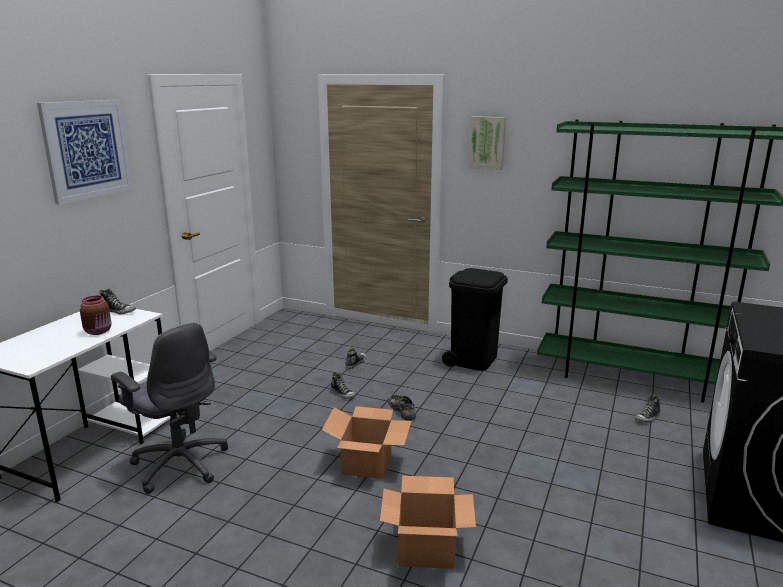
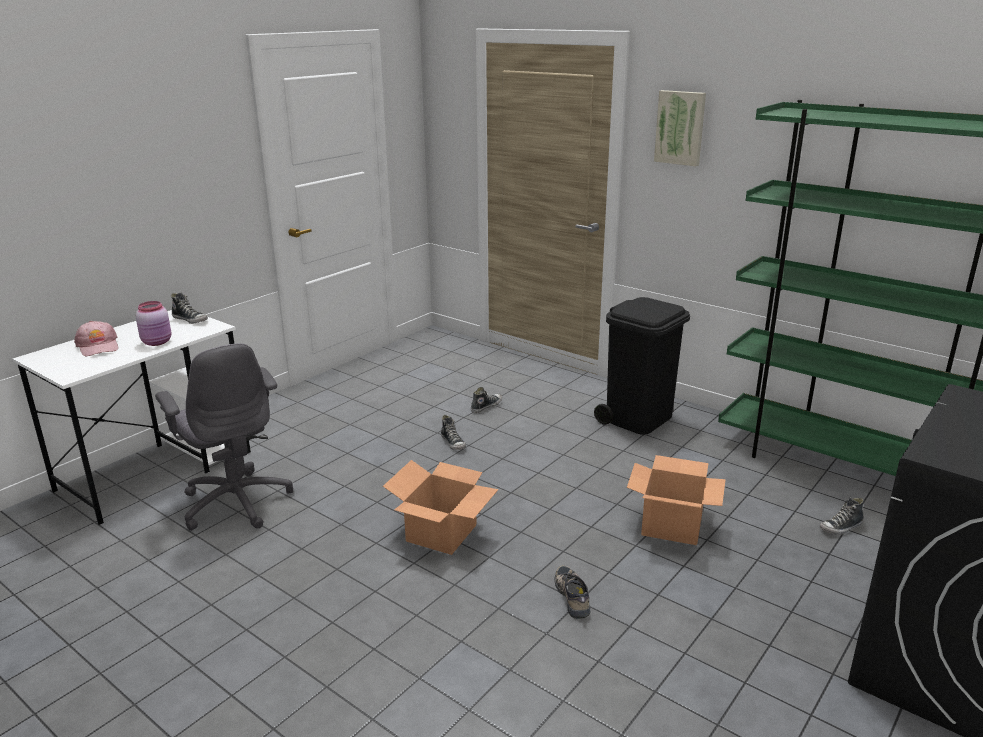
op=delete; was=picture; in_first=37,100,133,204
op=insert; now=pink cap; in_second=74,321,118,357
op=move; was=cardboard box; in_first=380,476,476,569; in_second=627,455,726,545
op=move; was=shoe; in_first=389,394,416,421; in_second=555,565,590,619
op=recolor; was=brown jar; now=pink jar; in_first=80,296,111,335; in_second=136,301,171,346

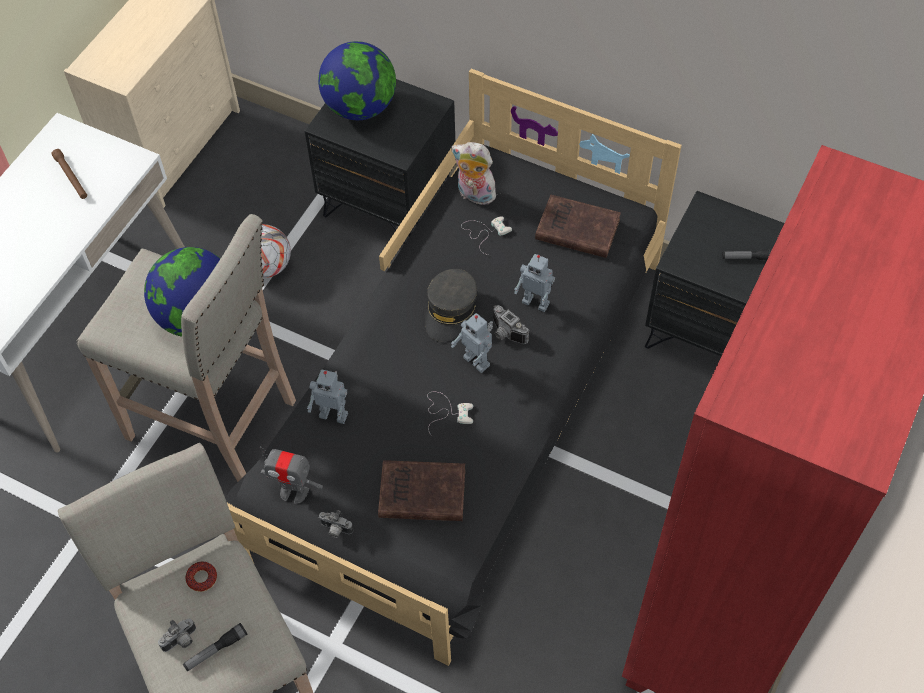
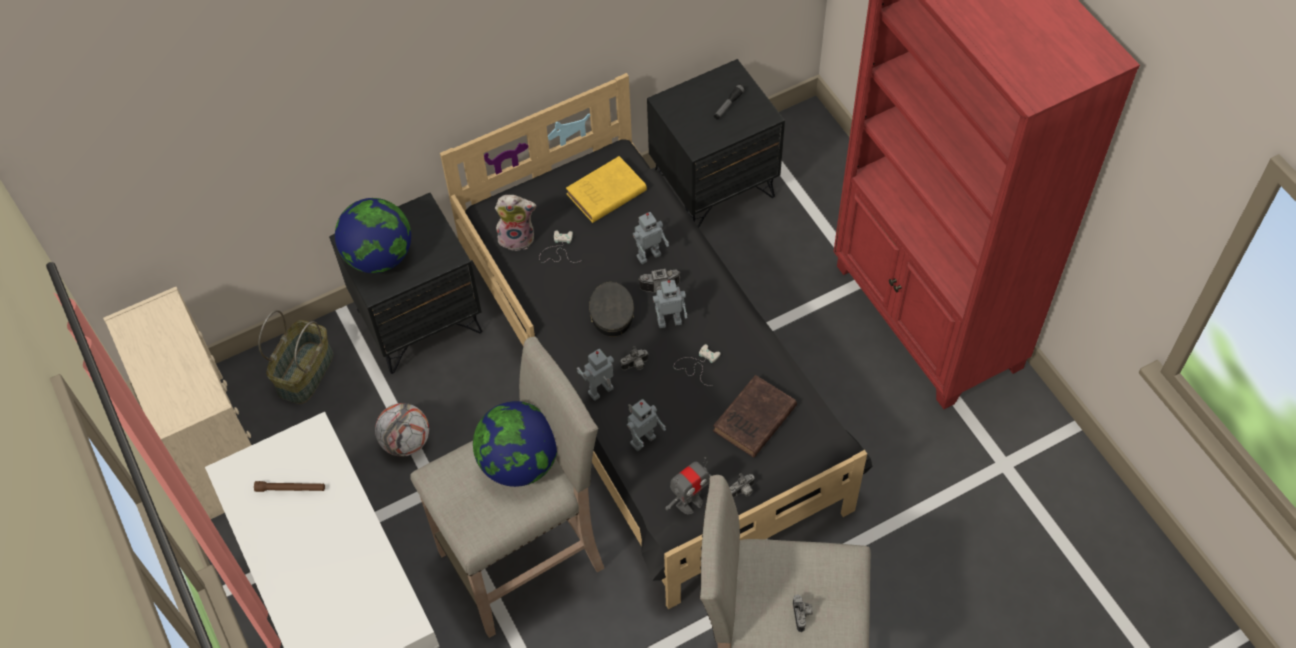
op=delete; was=flashlight; in_first=183,623,248,671
op=delete; was=donut; in_first=186,562,217,592
op=insert; now=basket; in_second=258,310,333,404
op=insert; now=toy robot; in_second=577,349,614,401
op=insert; now=photo camera; in_second=620,346,648,370
op=recolor; was=brown book; now=yellow book; in_first=535,195,621,258; in_second=566,156,647,223
op=rotate; was=grey cap; in_first=425,269,477,342; in_second=589,282,634,337; clockwise=-150
op=rotate; was=plush toy; in_first=451,142,496,207; in_second=495,195,537,251; clockwise=-150

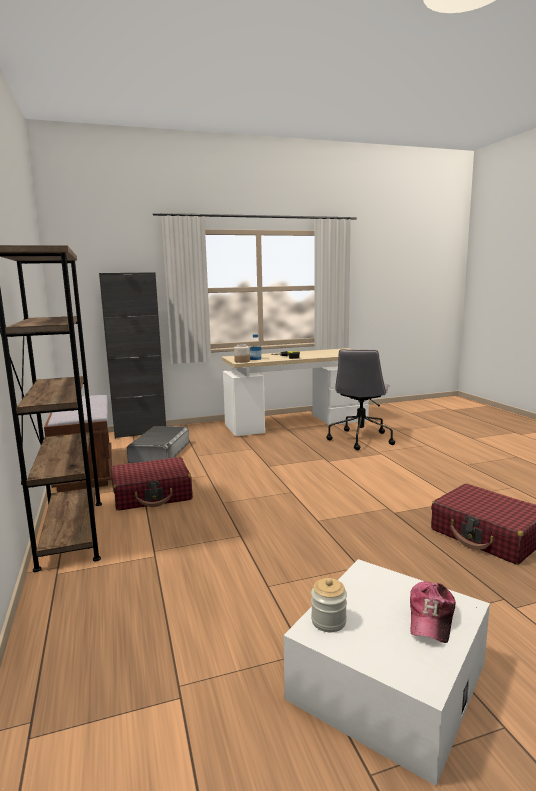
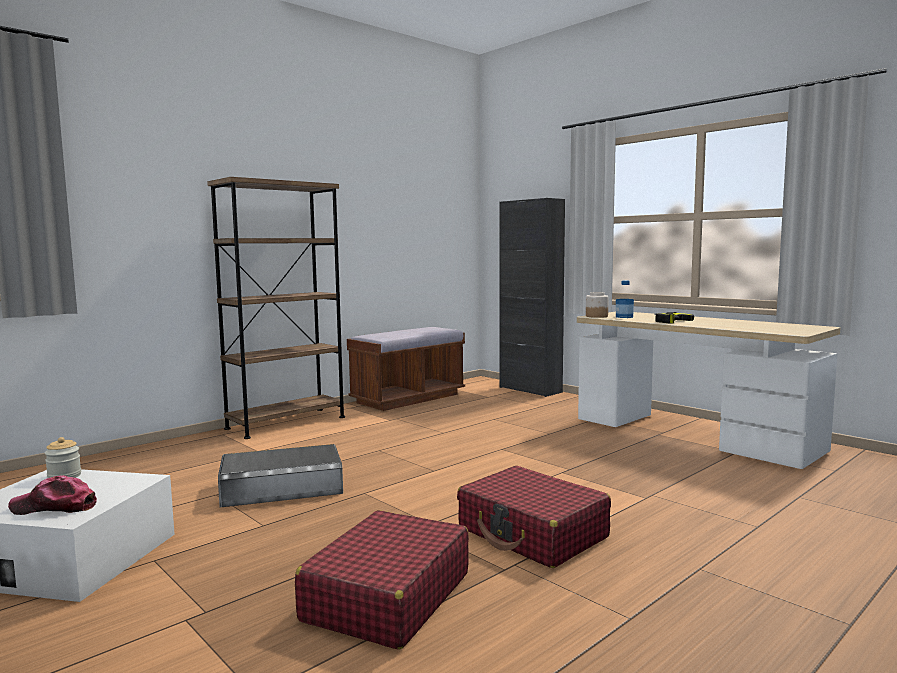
op=delete; was=grey office chair; in_first=326,349,395,450
op=move; was=red suitcase; in_first=111,457,193,511; in_second=457,466,611,568
op=move; was=grey storage box; in_first=126,426,189,463; in_second=218,444,343,508

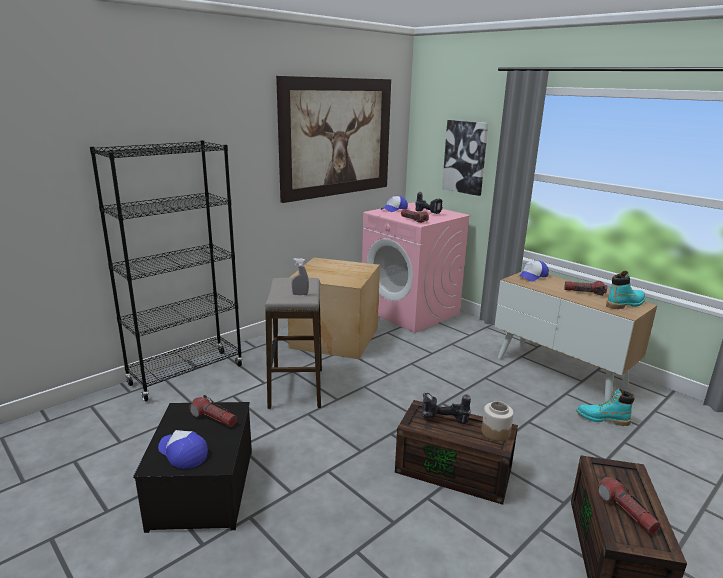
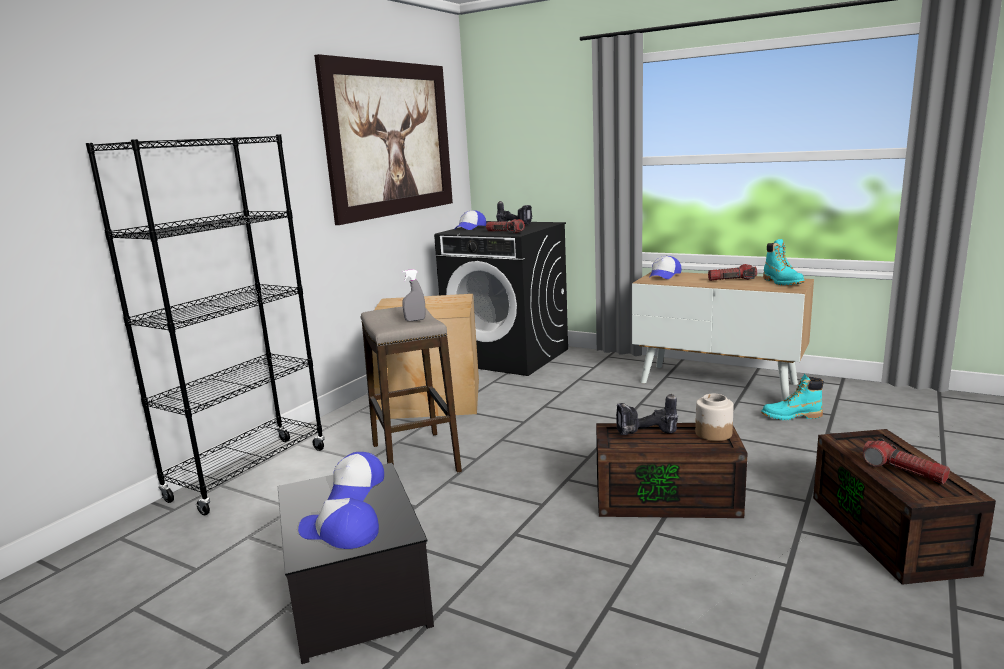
op=delete; was=picture; in_first=442,120,488,196
op=replace; was=flashlight; now=cap; in_first=189,395,237,427; in_second=328,452,384,501
op=recolor; was=pink washing machine; now=black washing machine; in_first=362,202,471,333; in_second=434,221,568,376
op=rotate; was=turquoise boot; in_first=606,271,645,309; in_second=763,239,805,285; clockwise=120

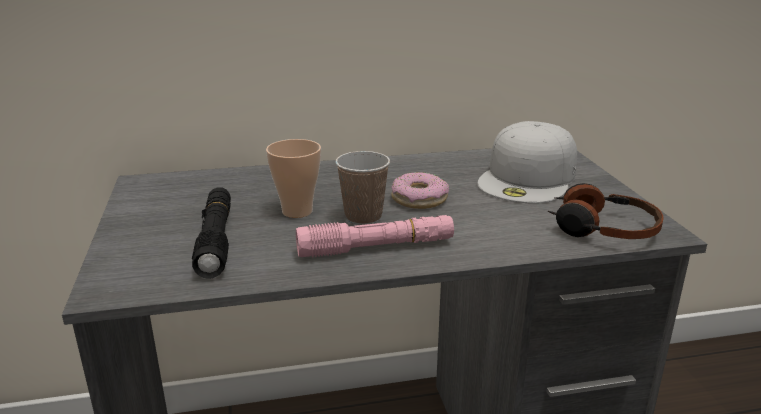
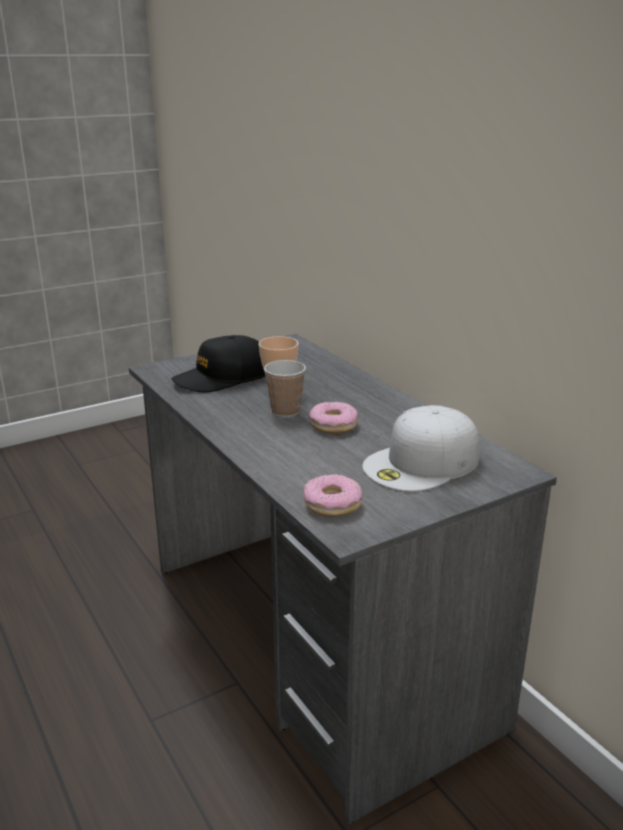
op=delete; was=pink flashlight; in_first=296,215,454,257
op=replace; was=black flashlight; now=black cap; in_first=192,187,231,279; in_second=171,335,266,392
op=replace; was=headphones; now=donut; in_first=548,183,664,239; in_second=304,474,362,517
op=rotate; was=white cap; in_first=478,121,577,204; in_second=362,405,480,492; clockwise=-45

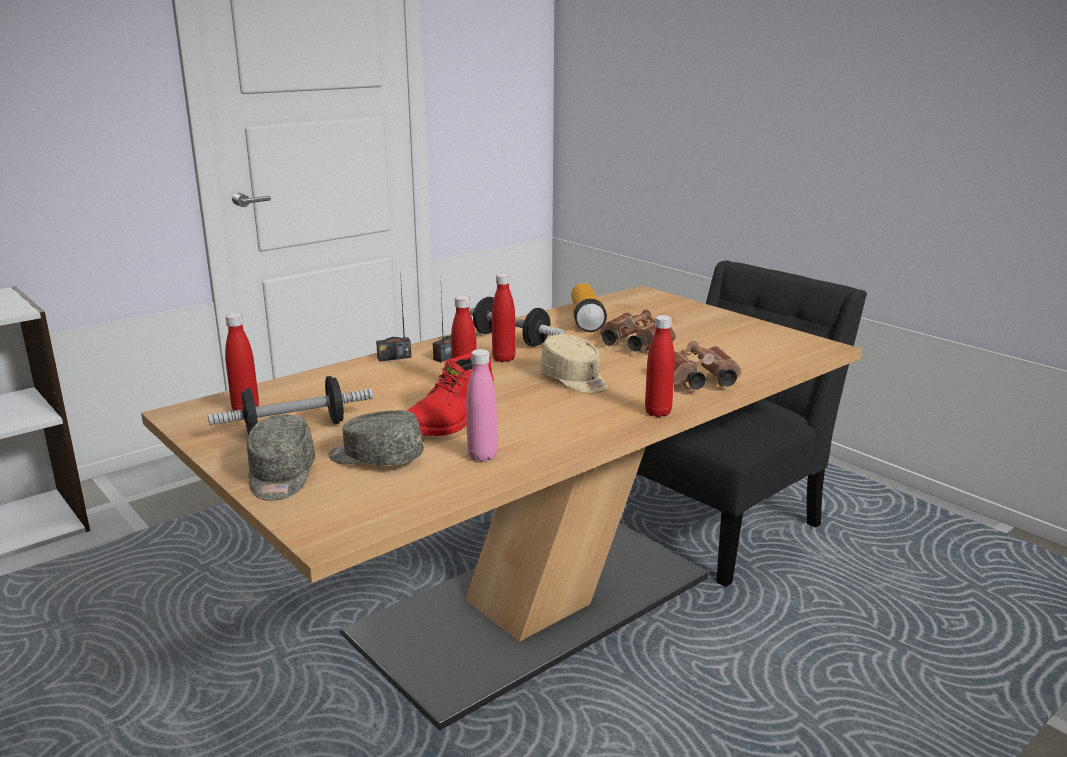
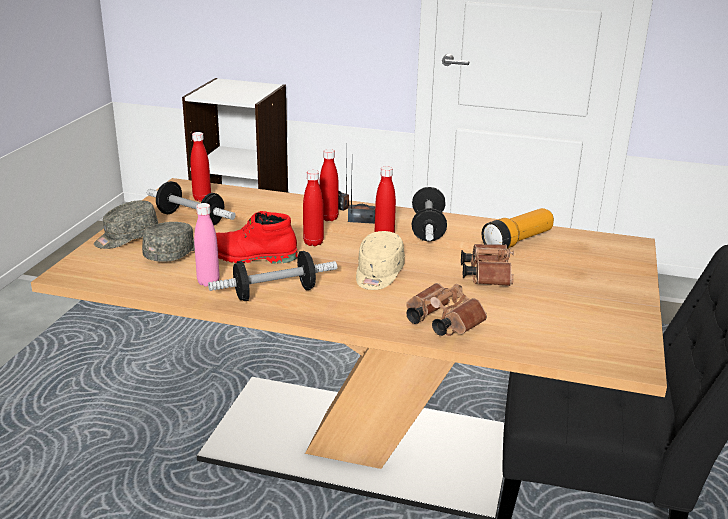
op=insert; now=dumbbell; in_second=208,251,337,301
op=move; was=red bottle; in_first=645,315,675,417; in_second=319,149,339,221
op=rotate; was=grey cap; in_first=329,410,424,466; in_second=142,222,195,262; clockwise=45

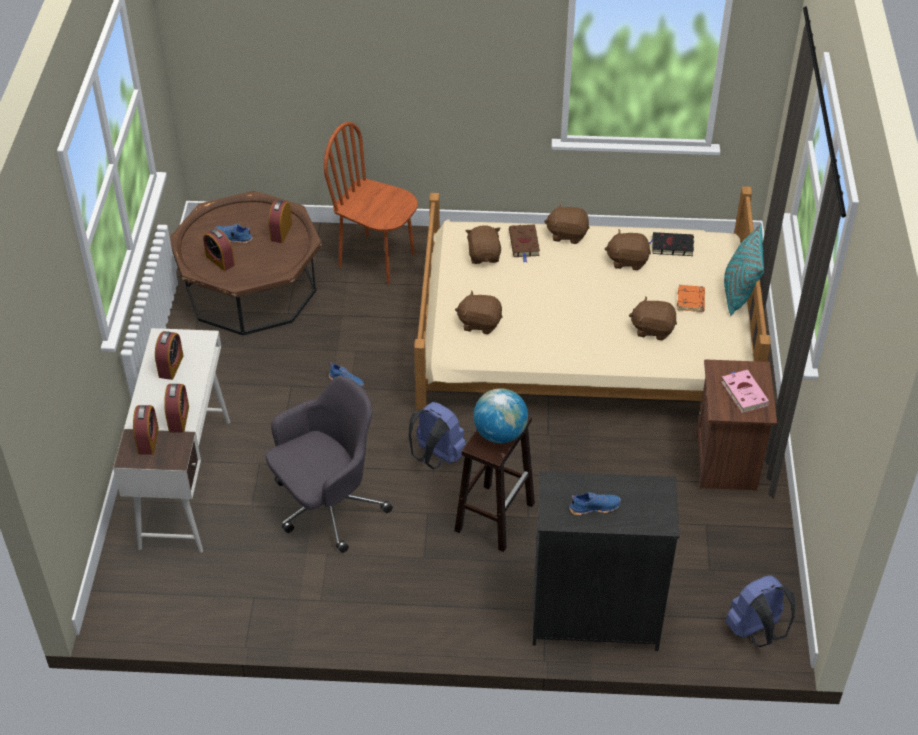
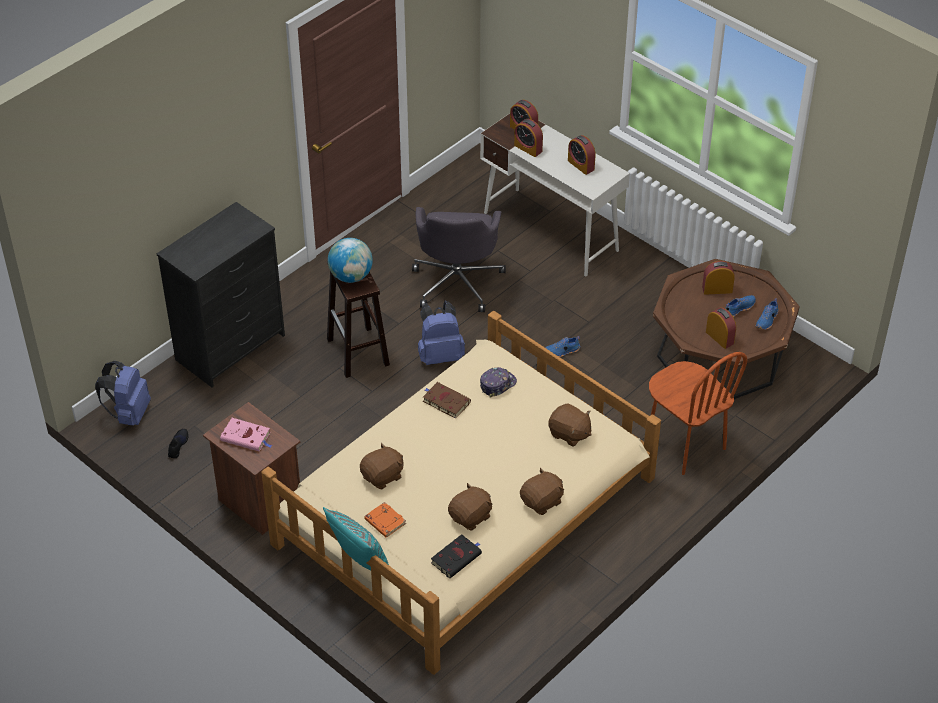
op=insert; now=black shoe; in_second=168,429,189,458
op=move; was=brown book; in_first=509,224,540,262; in_second=423,382,471,419
op=move; was=blue shoe; in_first=569,492,621,515; in_second=756,298,778,330
op=replace; was=brown plush toy; now=cap; in_first=455,290,503,334; in_second=480,367,517,398
op=rotate; was=brown chair; in_first=324,122,418,284; in_second=649,352,747,475; clockwise=75

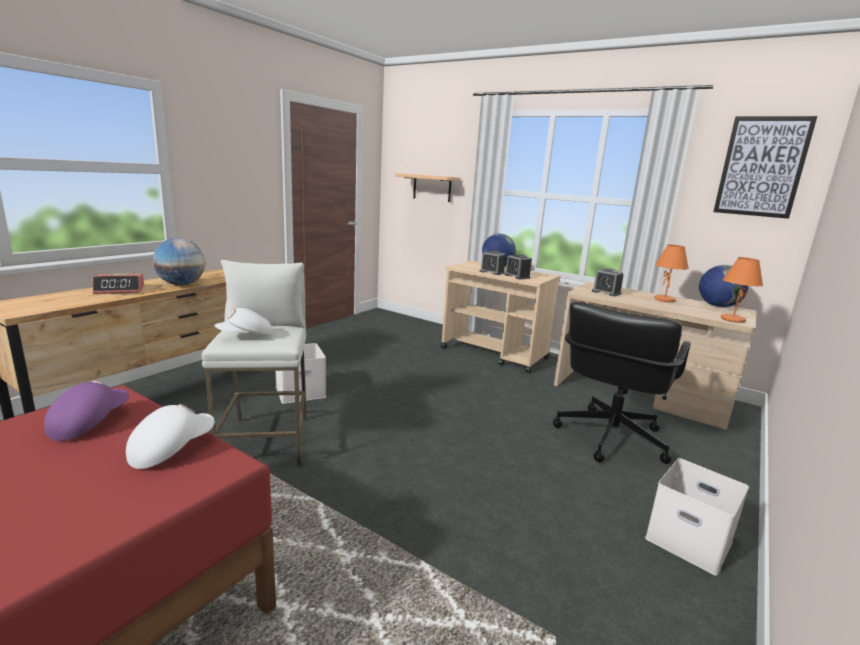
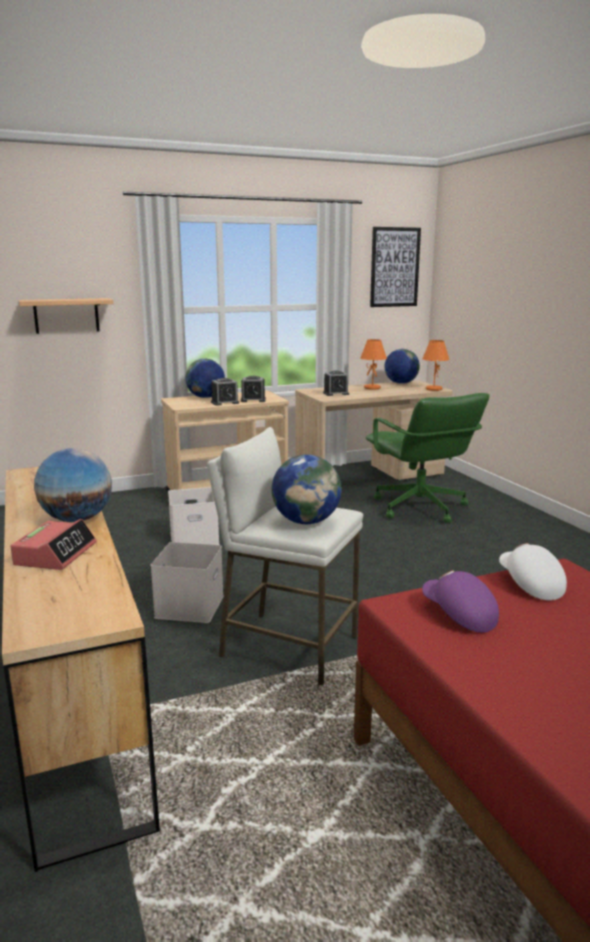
op=move; was=white storage box; in_first=645,458,749,575; in_second=168,487,220,545
op=replace; was=white cap; now=globe; in_first=214,308,272,336; in_second=272,454,341,524
op=recolor; was=black office chair; now=green office chair; in_first=553,302,691,464; in_second=366,393,490,523

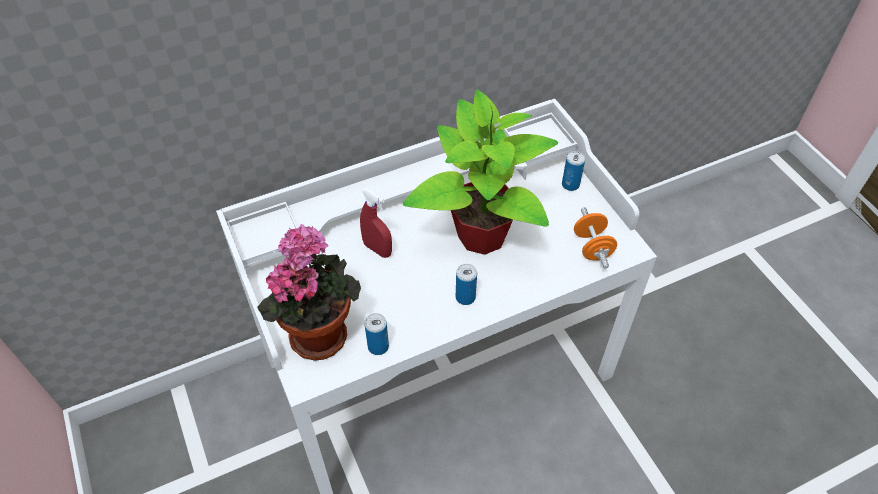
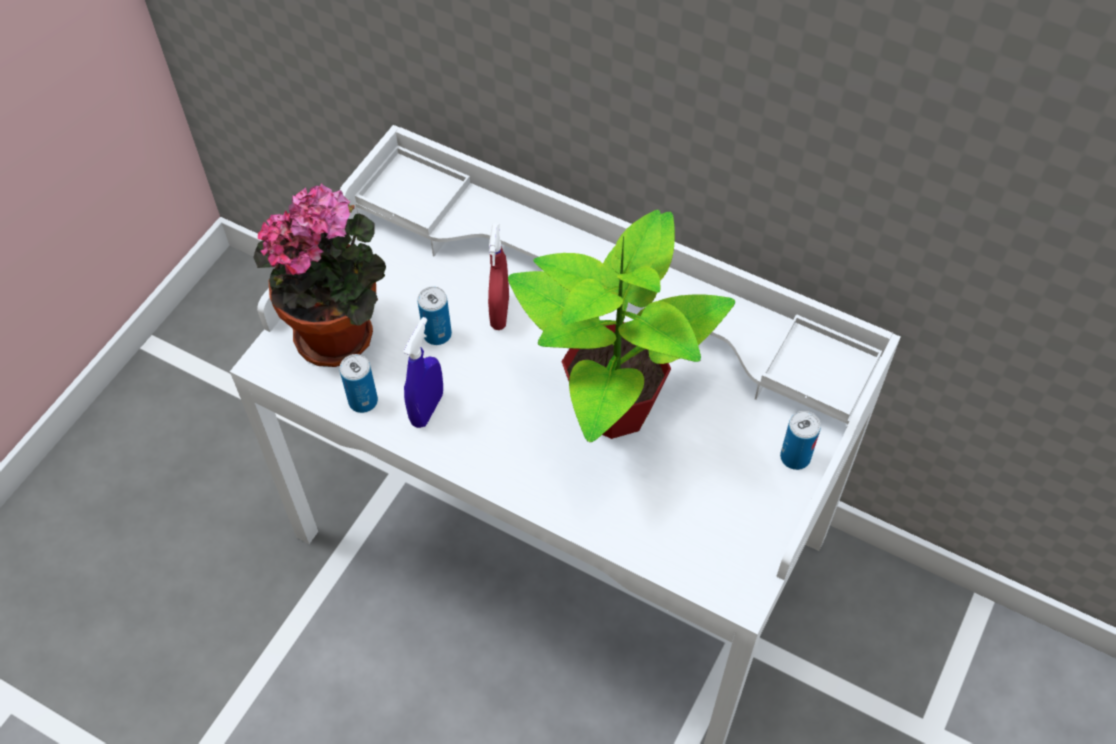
op=delete; was=orange dumbbell; in_first=574,207,617,269
op=insert; now=blue spray bottle; in_second=403,317,443,428
op=move; was=can; in_first=456,264,477,305; in_second=417,287,452,345

